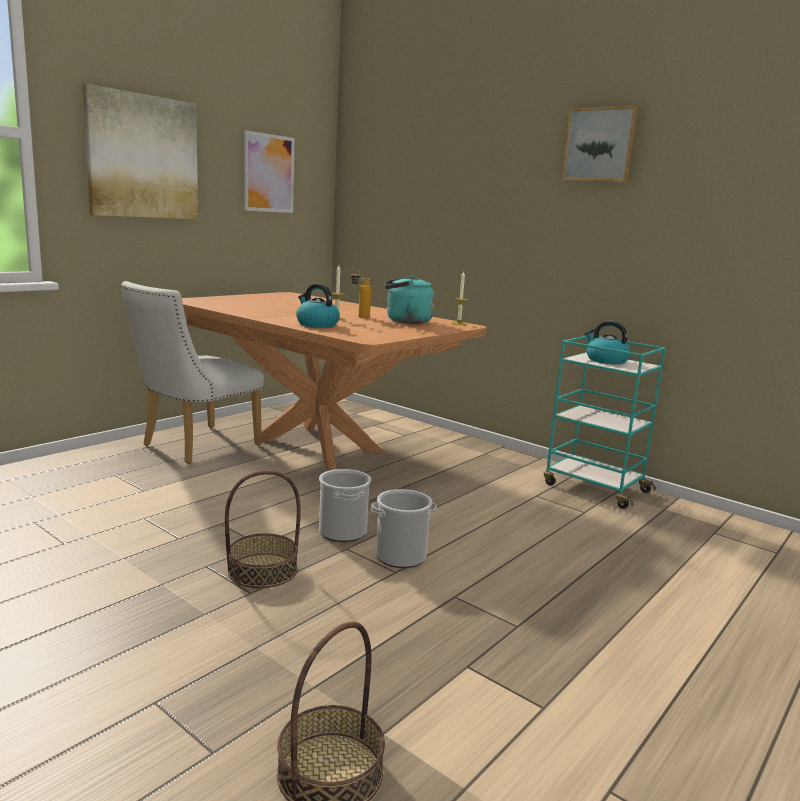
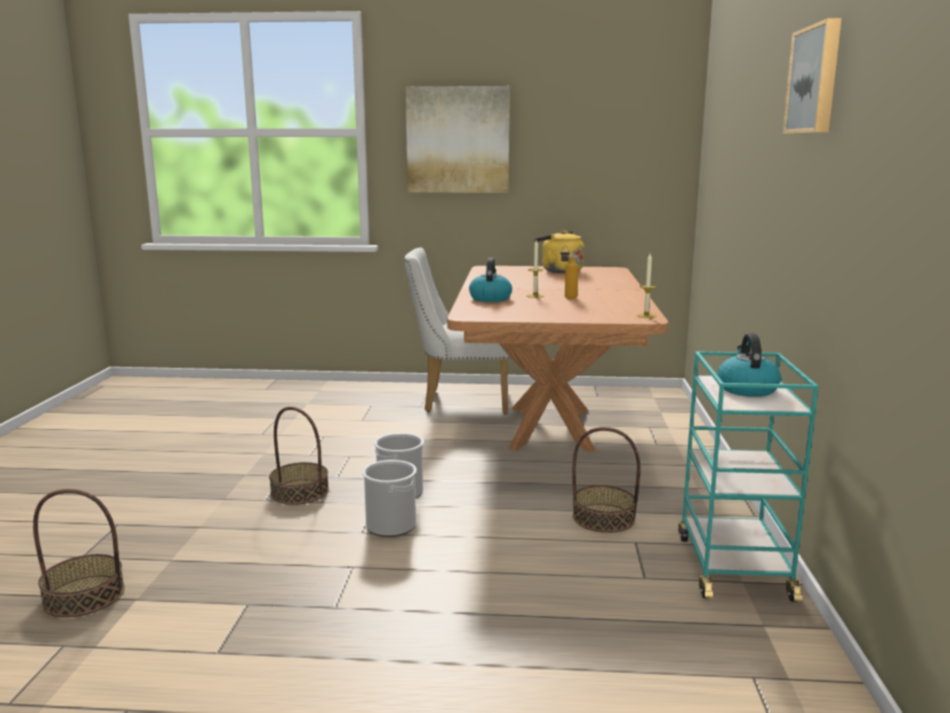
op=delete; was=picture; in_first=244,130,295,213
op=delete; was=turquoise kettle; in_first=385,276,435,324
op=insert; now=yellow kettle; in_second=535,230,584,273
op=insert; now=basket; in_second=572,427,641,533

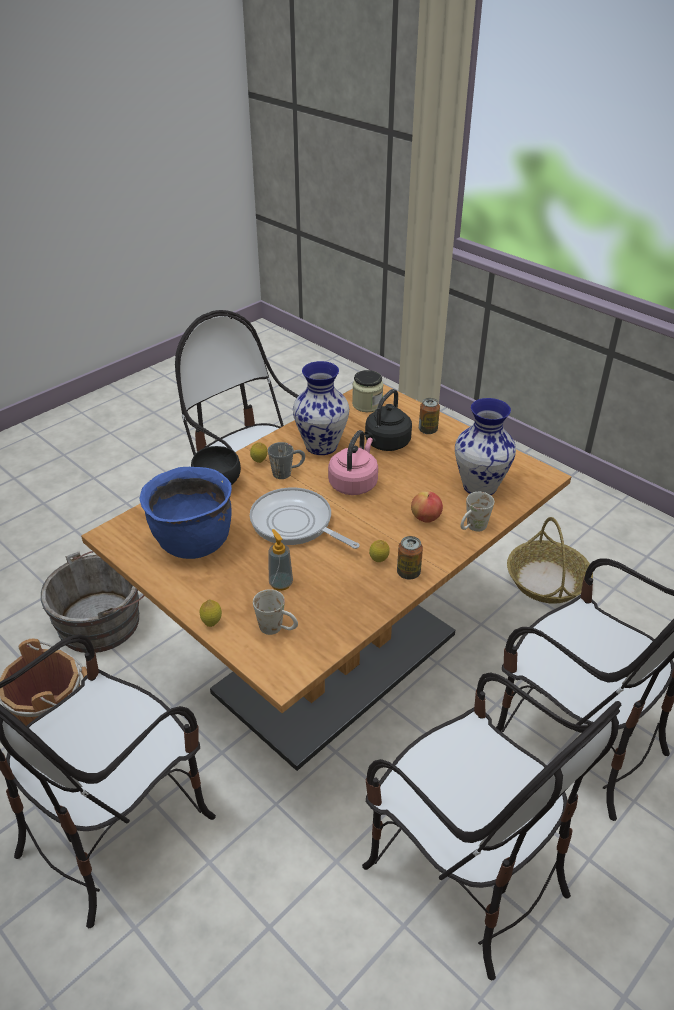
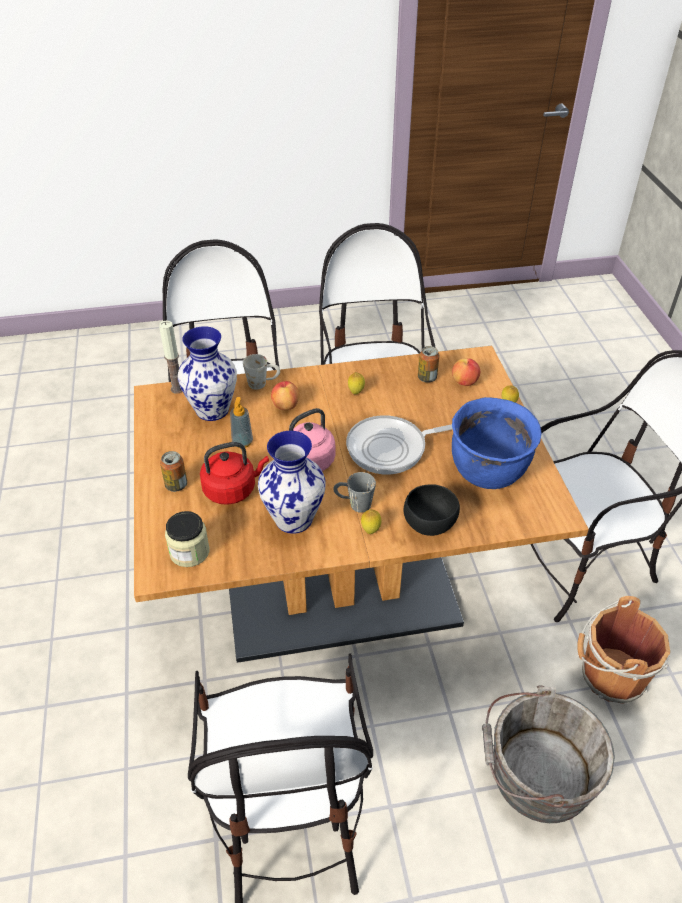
op=delete; was=basket; in_first=507,517,593,604
op=insert; now=candle; in_second=159,321,182,394
op=move; was=soap dispenser; in_first=269,529,293,591; in_second=230,397,253,448
op=move; was=can; in_first=397,536,423,579; in_second=418,346,440,383
op=replace; was=white mug; now=apple; in_first=253,589,298,635; in_second=452,358,480,386
op=recolor; was=black kettle; now=red kettle; in_first=364,389,412,451; in_second=200,442,269,505
op=rotate; was=frying pan; in_first=250,487,360,549; in_second=346,415,453,474; clockwise=90

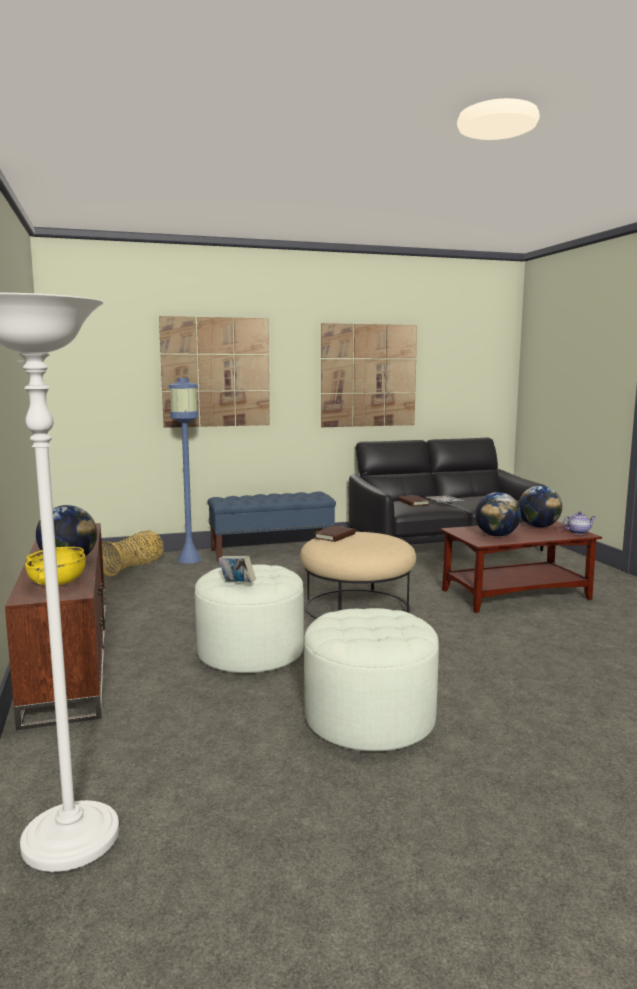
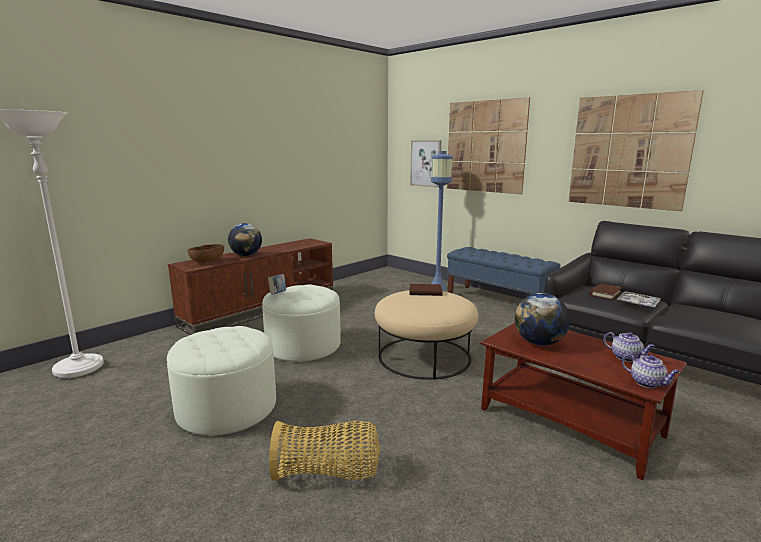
op=insert; now=picture; in_second=410,140,441,188
op=move; was=basket; in_first=102,530,164,576; in_second=269,421,380,481
op=replace; was=globe; now=teapot; in_first=518,485,562,528; in_second=603,332,655,362
op=recolor; was=yellow bowl; now=brown bowl; in_first=25,547,86,586; in_second=187,244,224,263

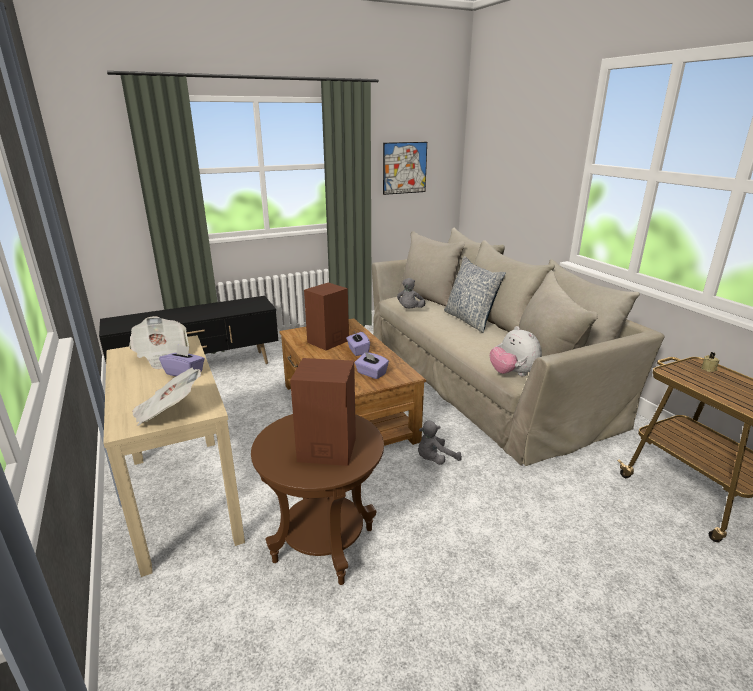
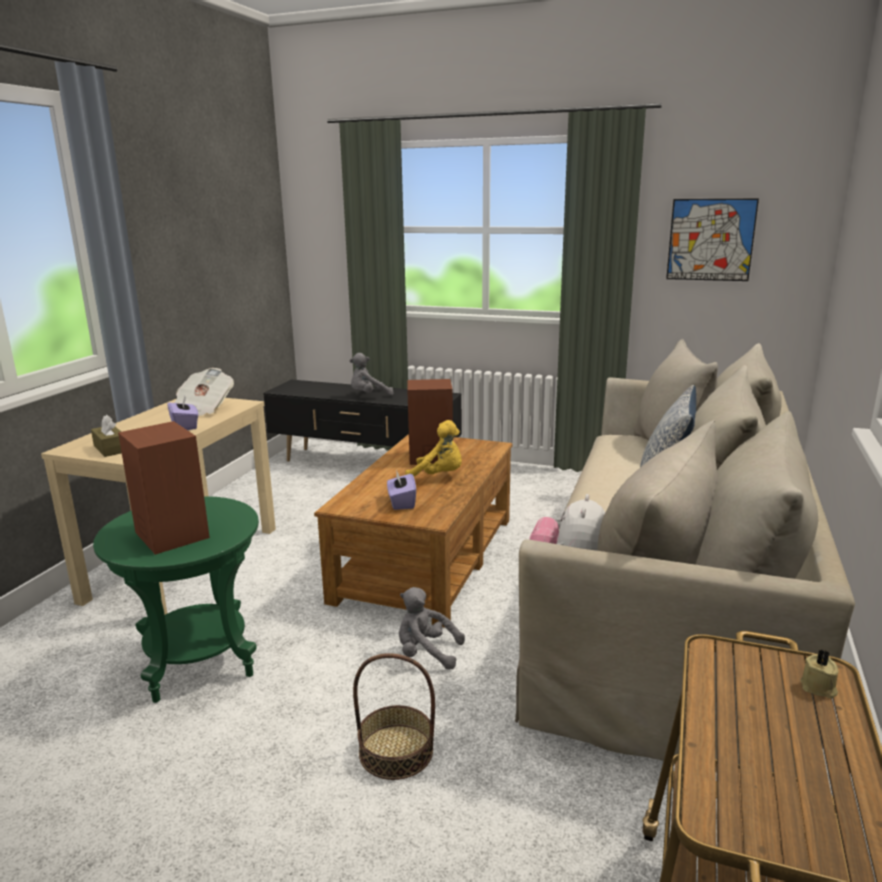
op=insert; now=basket; in_second=353,653,435,780
op=move; was=grey plush toy; in_first=397,278,425,308; in_second=350,353,394,395
op=replace; was=newspaper; now=brown tissue box; in_first=132,368,201,426; in_second=91,415,122,457
op=replace; was=purple tissue box; now=yellow plush toy; in_first=346,331,370,356; in_second=405,420,462,477
op=recolor; was=brown side table; now=green side table; in_first=251,414,384,585; in_second=93,496,259,703

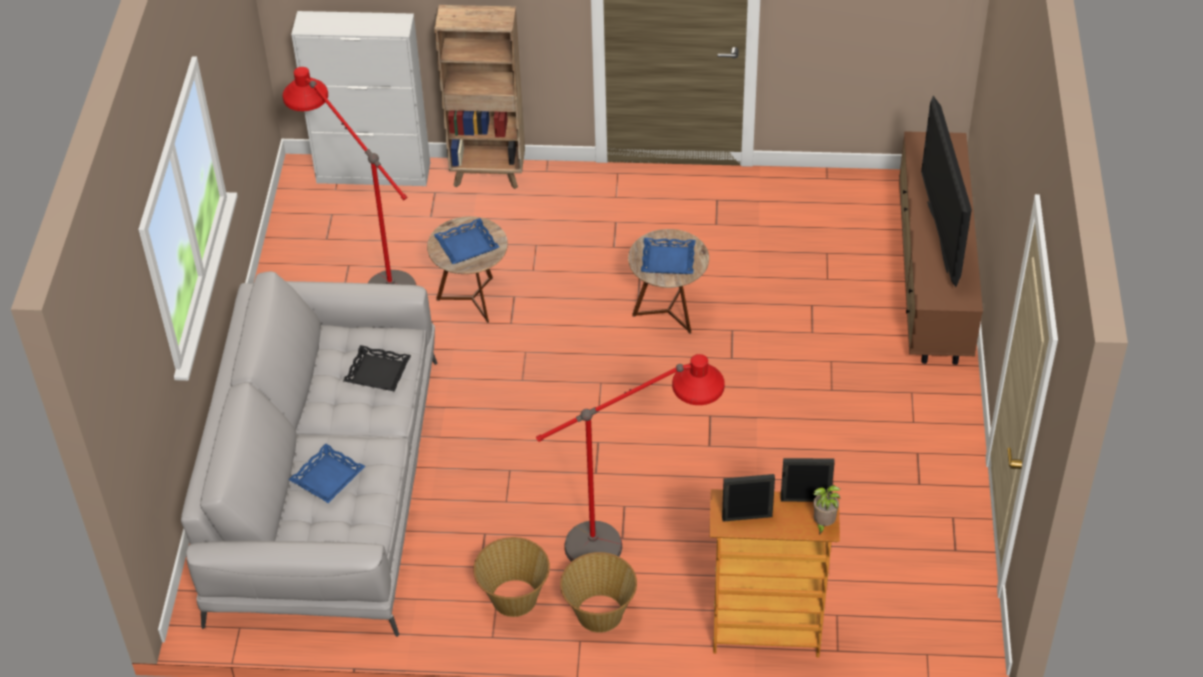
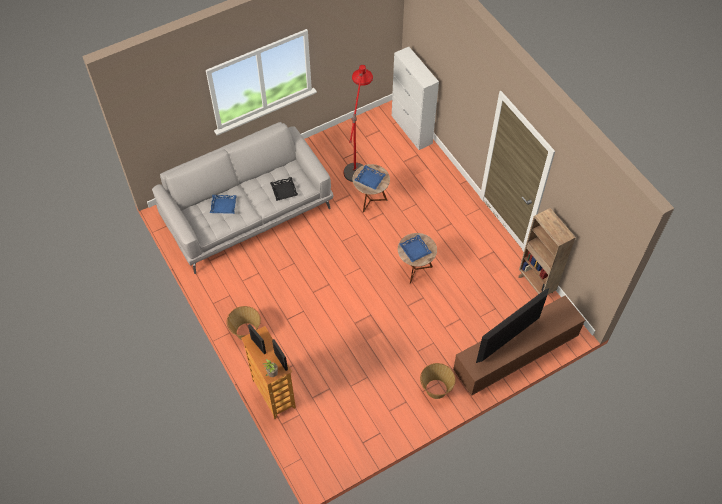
op=delete; was=red floor lamp; in_first=536,354,725,562
op=move; was=brown bookcase; in_first=434,5,525,189; in_second=518,208,576,294
op=move; was=basket; in_first=473,537,550,617; in_second=420,363,456,399

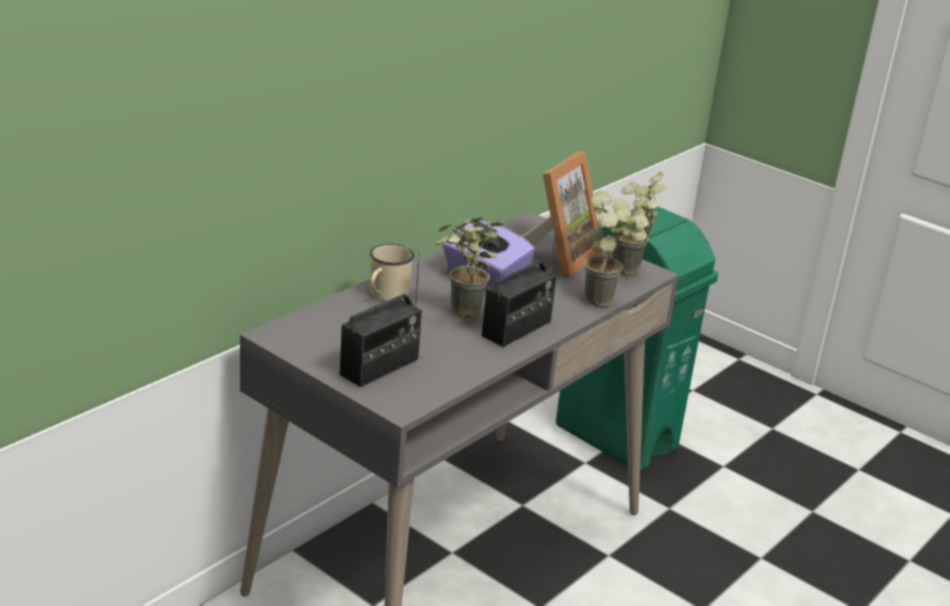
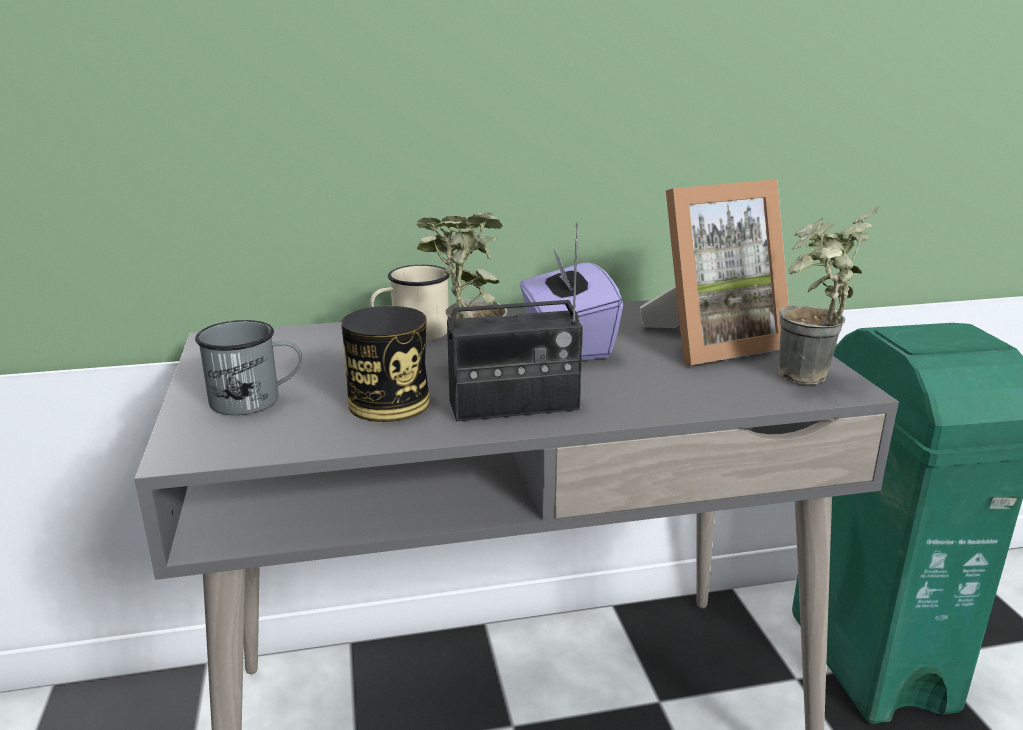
op=delete; was=potted plant; in_first=584,190,648,307
op=insert; now=can; in_second=341,306,430,422
op=replace; was=radio; now=grey mug; in_first=340,251,422,387; in_second=195,320,302,415

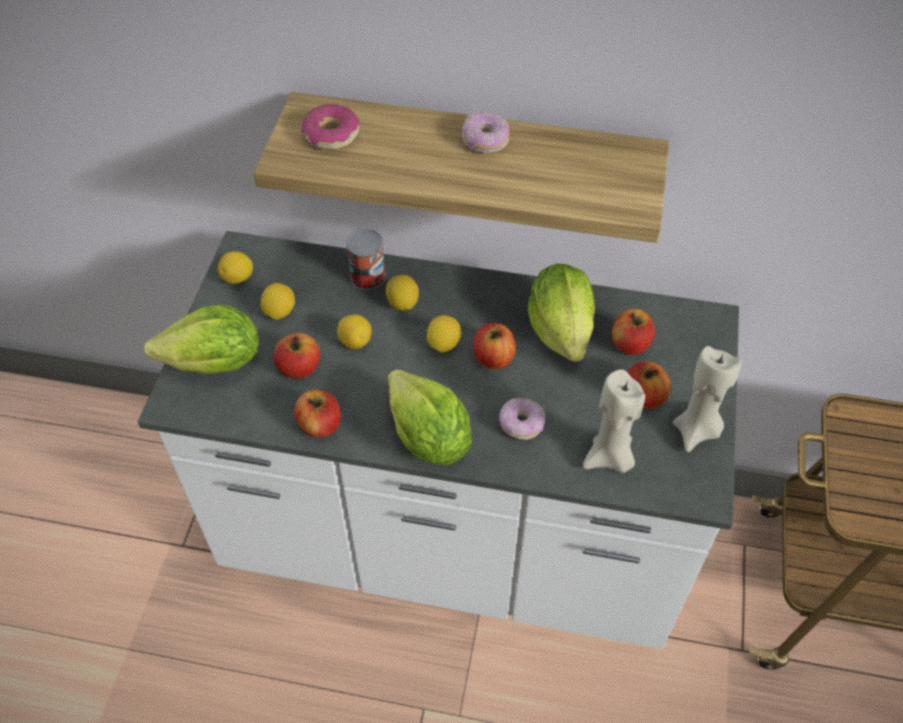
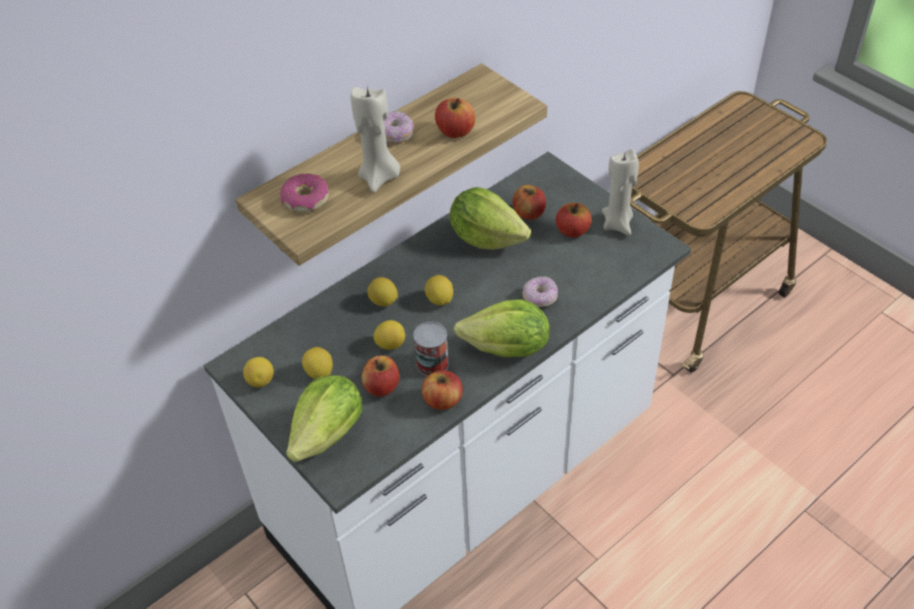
op=move; was=can; in_first=346,229,386,290; in_second=413,322,449,376
op=move; was=apple; in_first=473,323,516,369; in_second=435,98,475,138
op=move; was=beige candle; in_first=583,369,645,473; in_second=351,87,400,193

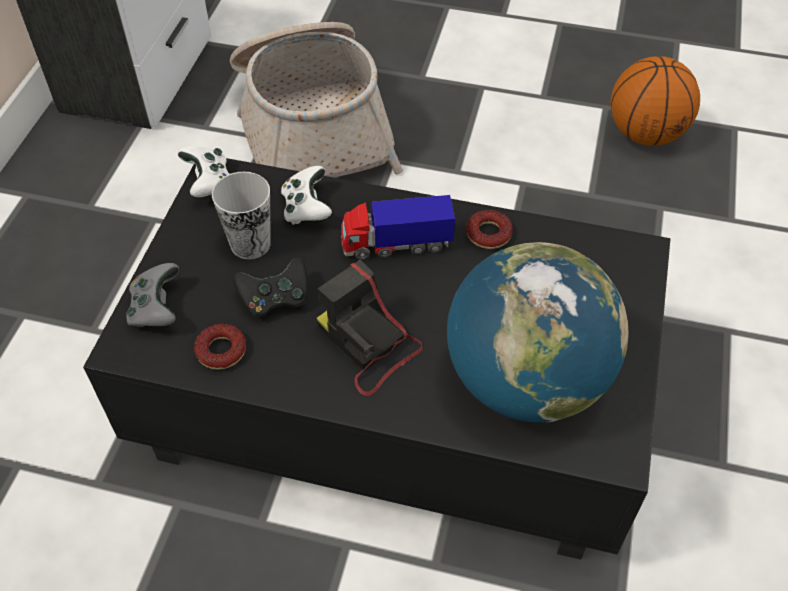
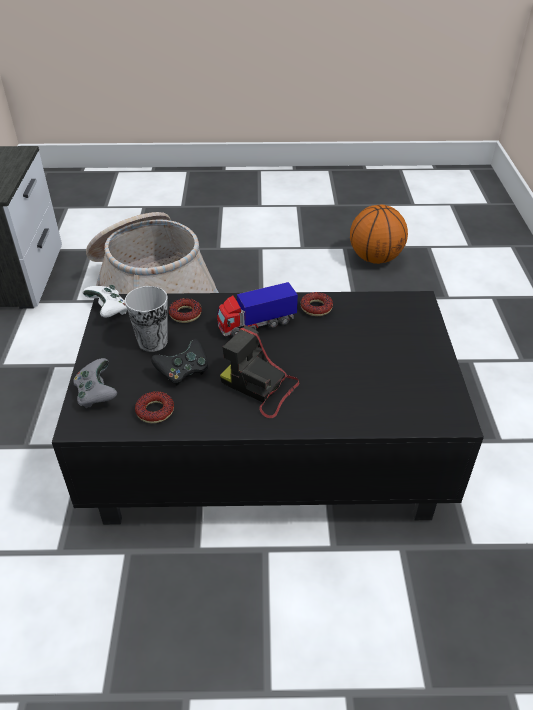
op=delete; was=globe; in_first=447,242,629,422
op=replace; was=white game controller; now=donut; in_first=281,166,332,225; in_second=169,298,202,323

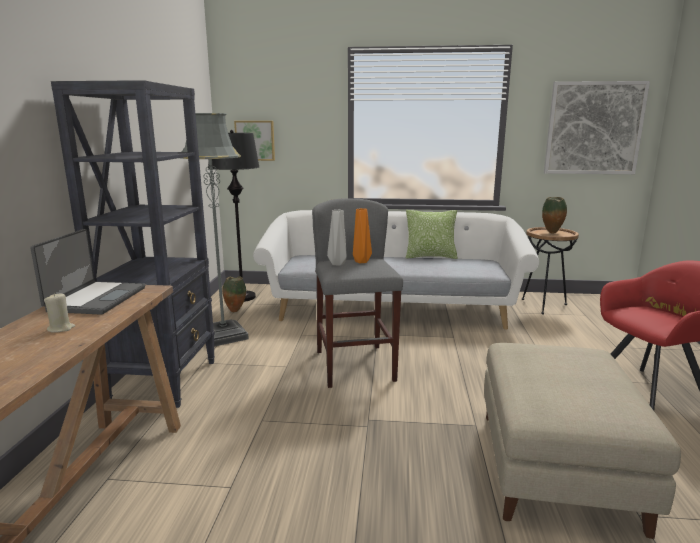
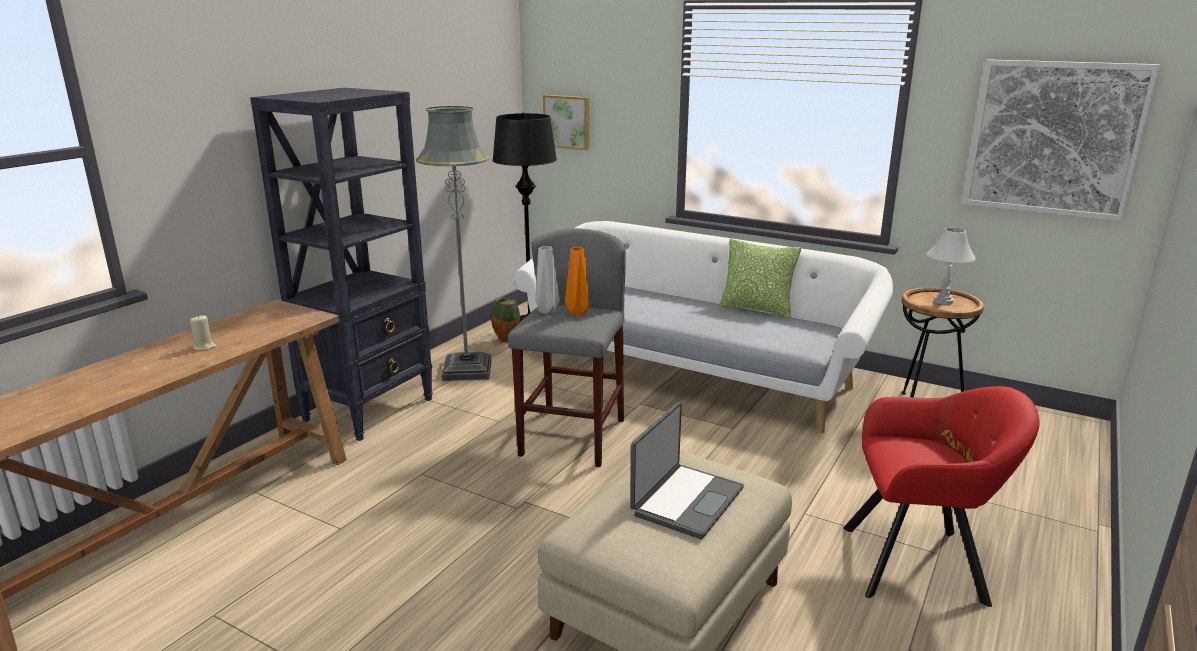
op=move; was=laptop; in_first=31,229,145,315; in_second=630,402,744,539
op=replace; was=vase; now=white table lamp; in_first=542,197,567,233; in_second=927,228,976,305

